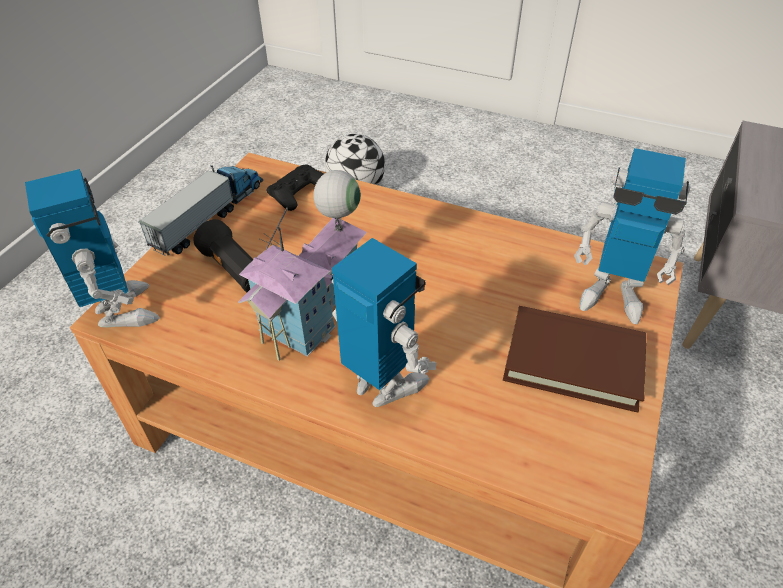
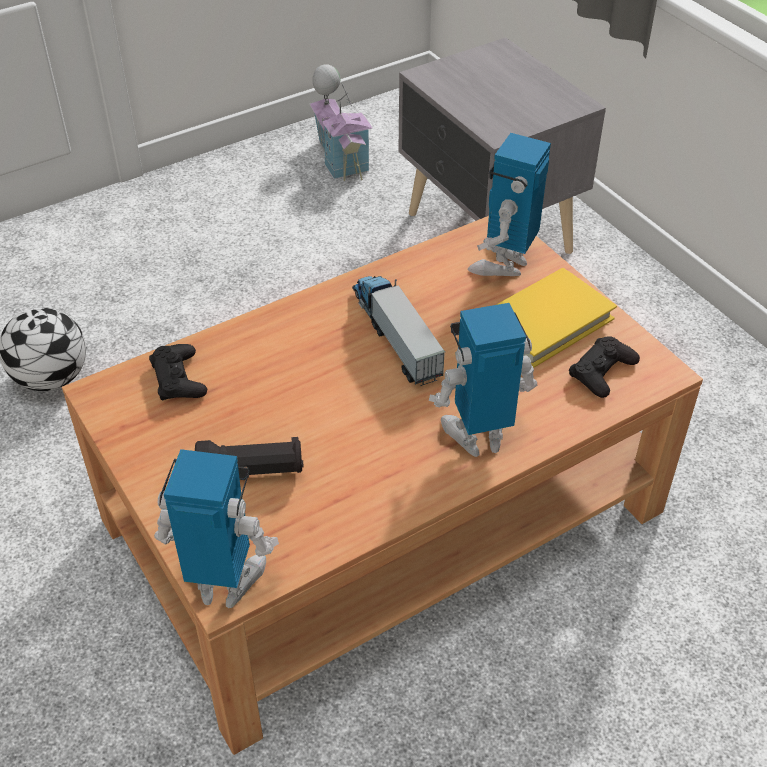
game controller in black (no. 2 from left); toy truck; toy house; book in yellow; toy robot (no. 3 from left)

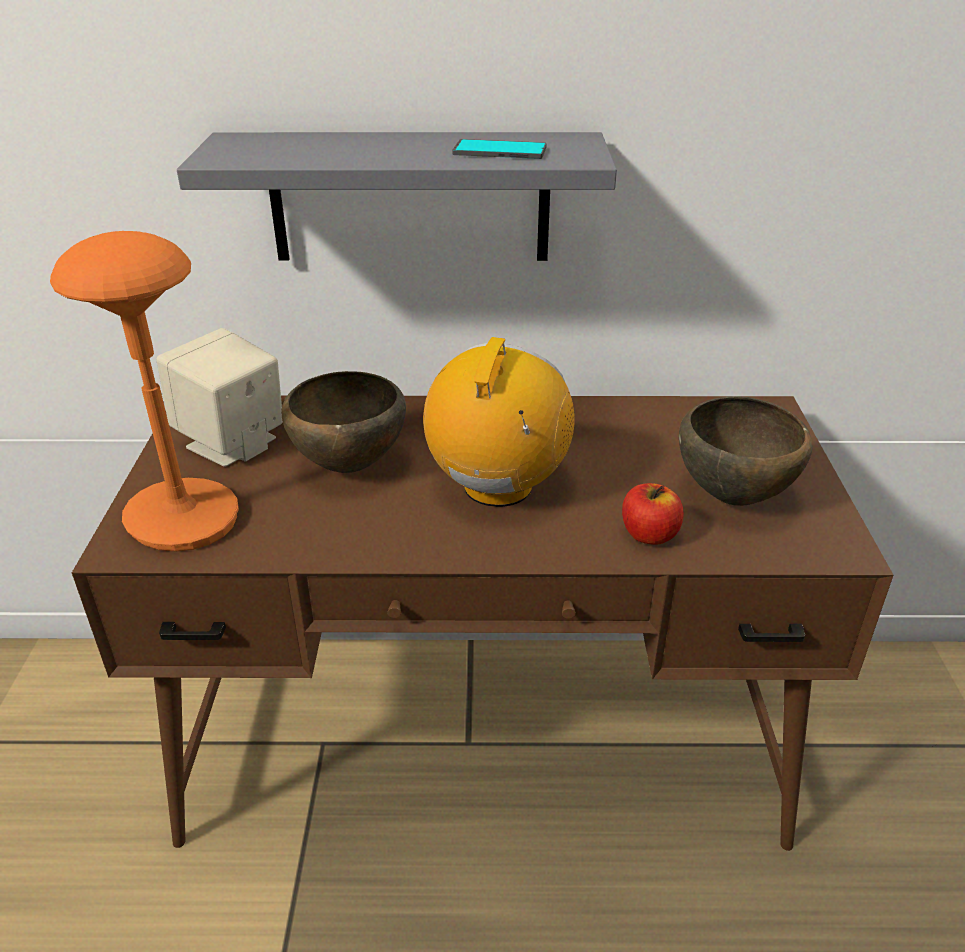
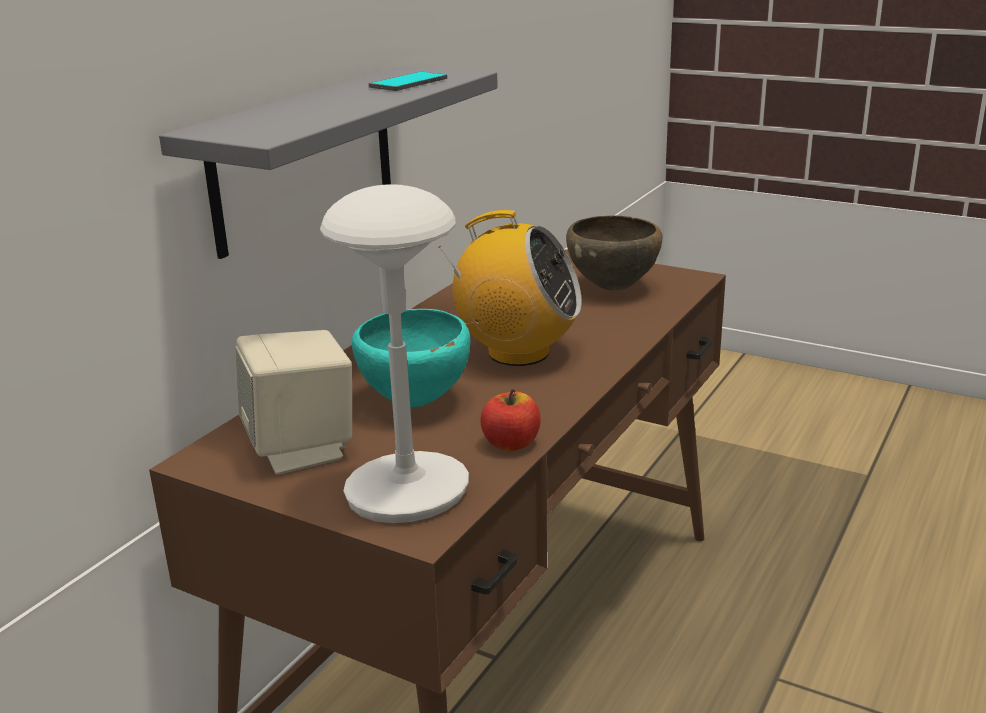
apple; table lamp in white; bowl in turquoise; radio

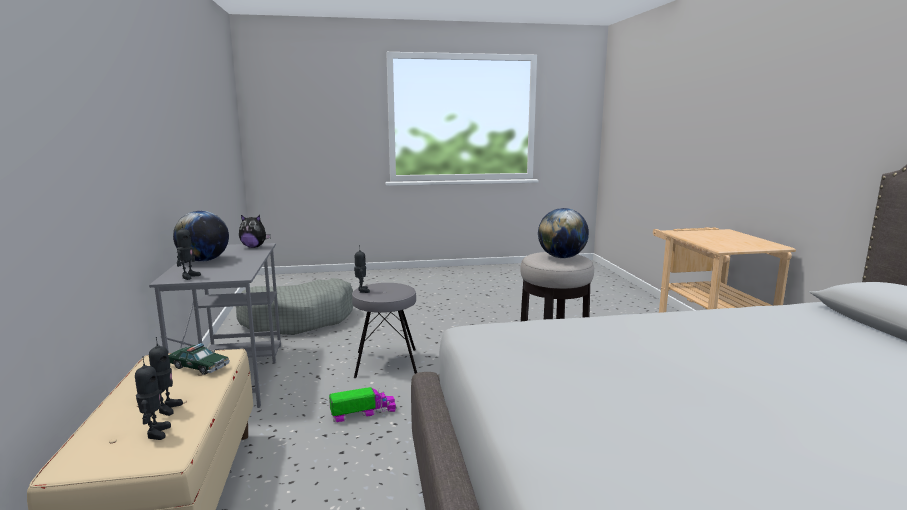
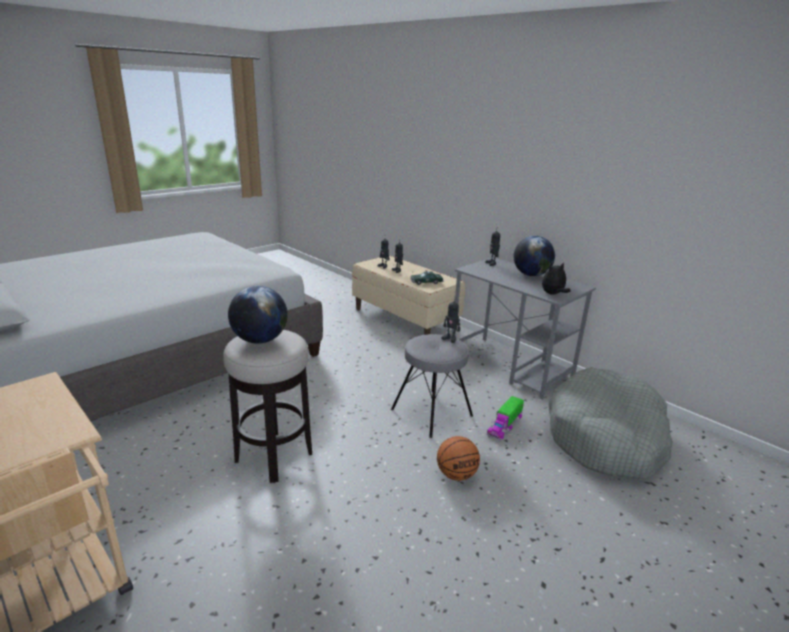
basketball; toy truck

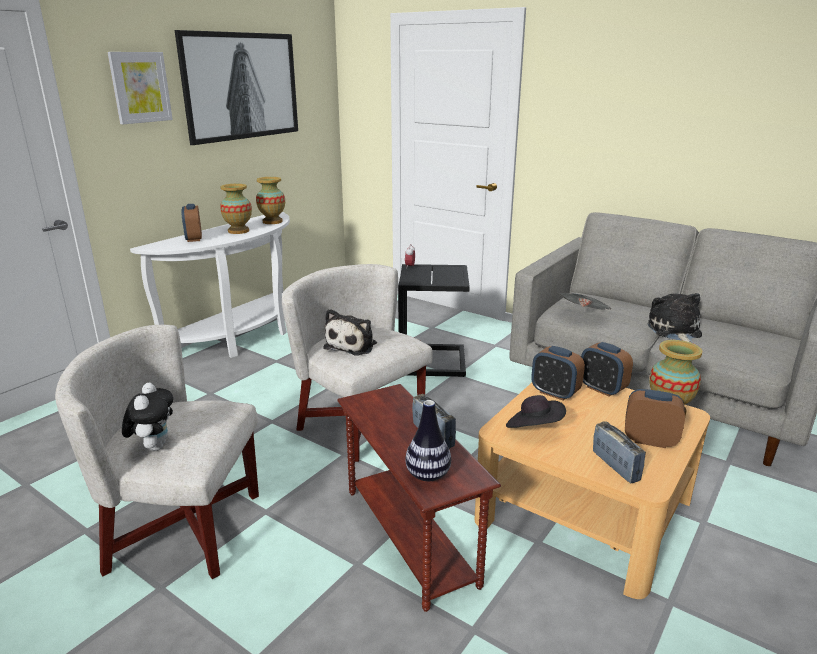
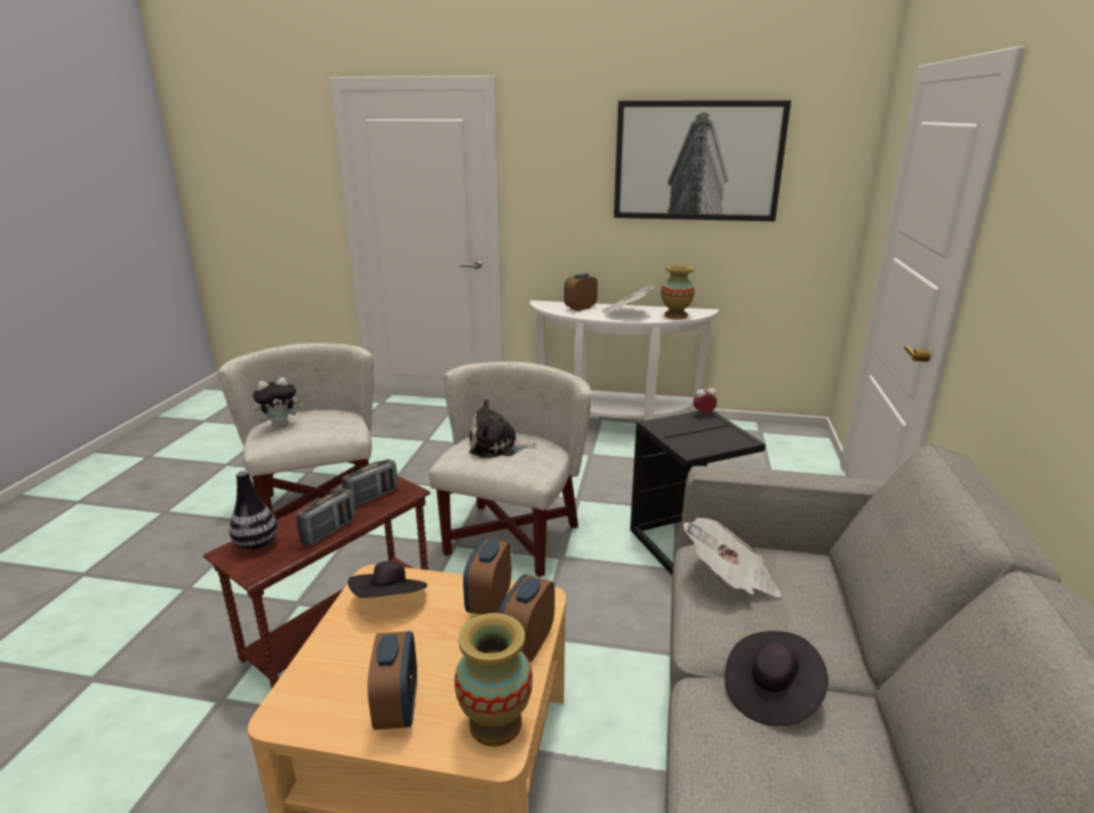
picture (no. 1 from left in the first image); radio (no. 2 from left); newspaper (no. 1 from left); hat in black (no. 2 from left)

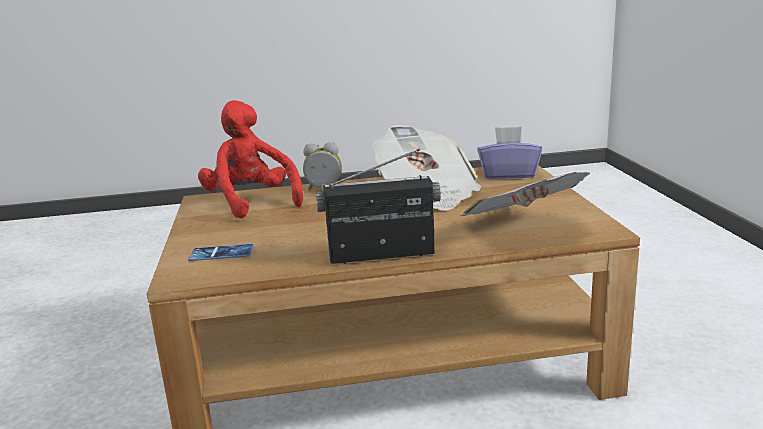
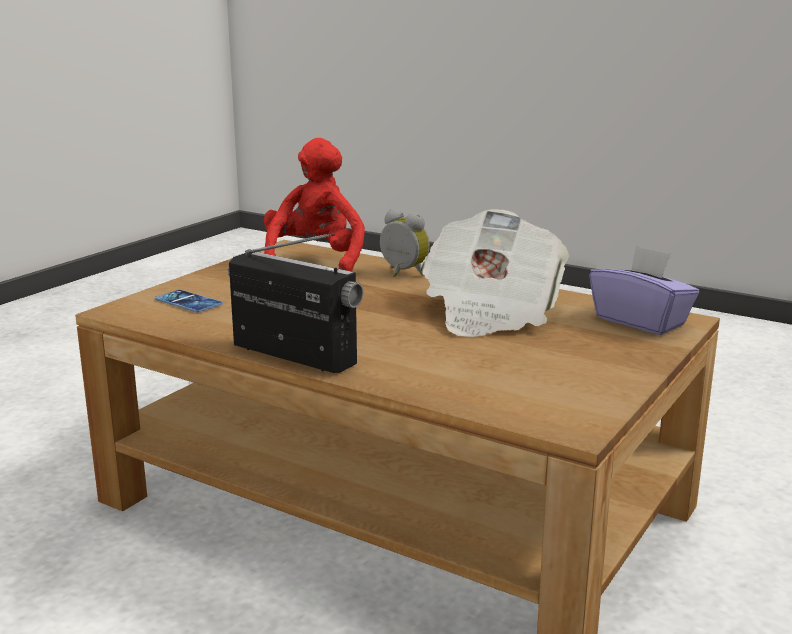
newspaper (no. 2 from left in the first image)

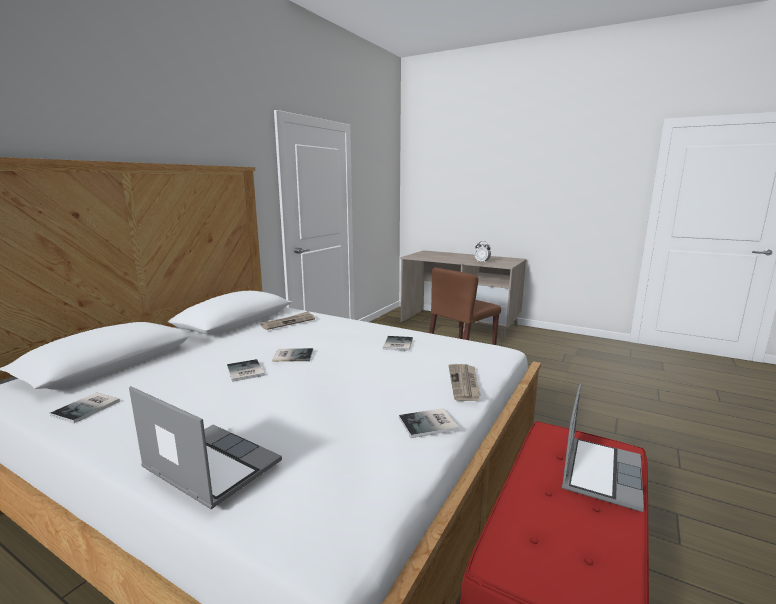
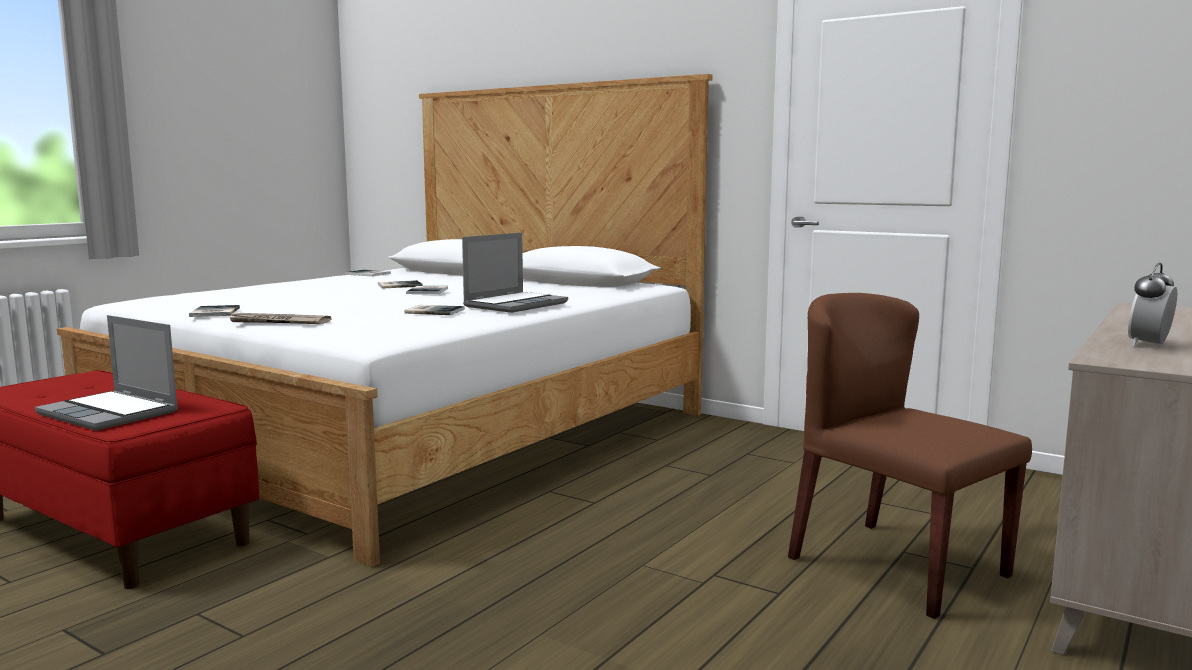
newspaper (no. 1 from left in the first image); laptop (no. 2 from left)

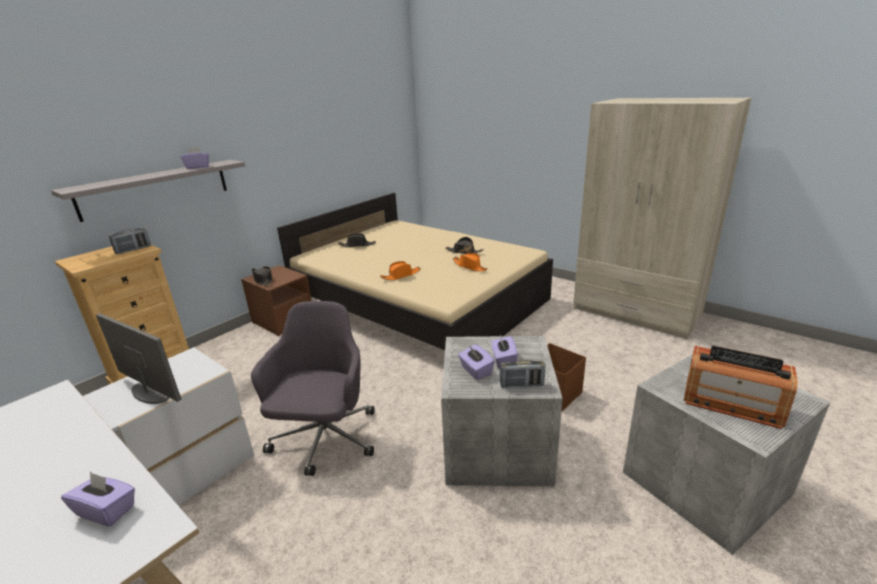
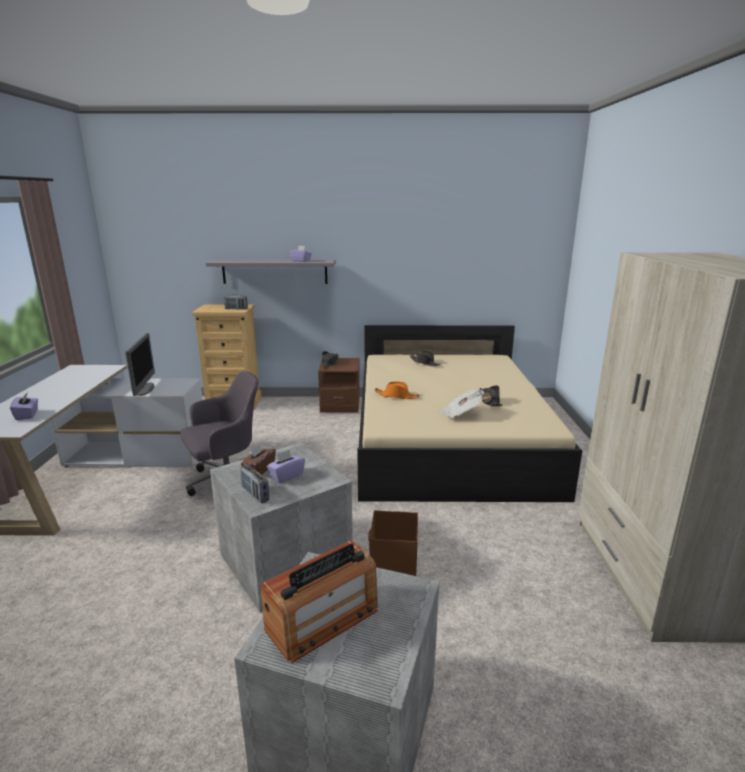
newspaper; tissue box in brown; radio (no. 3 from left)

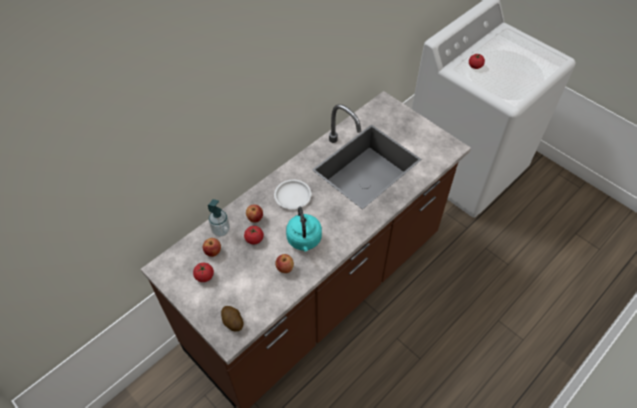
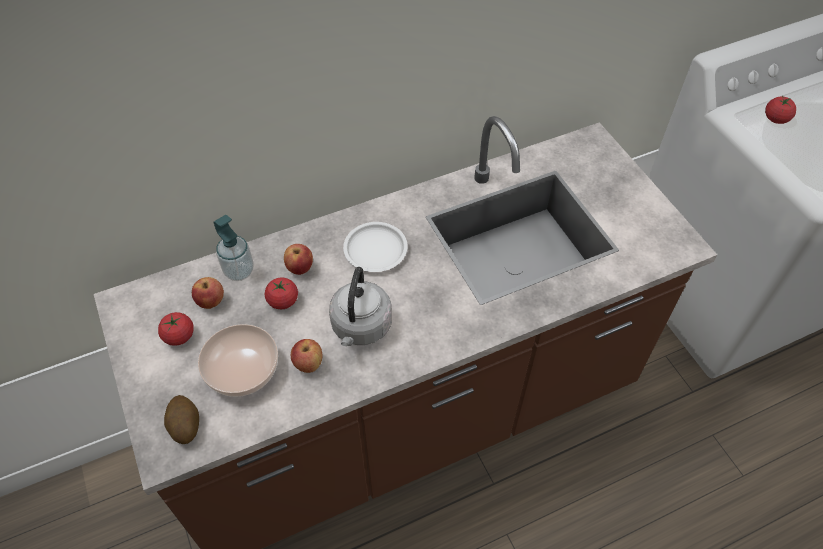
bowl; kettle in grey

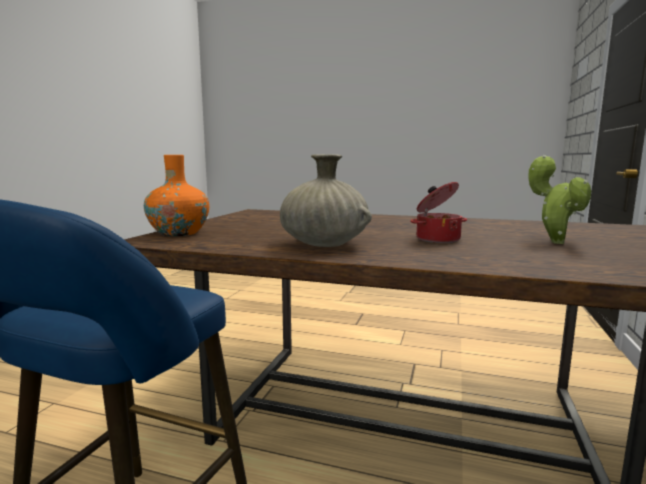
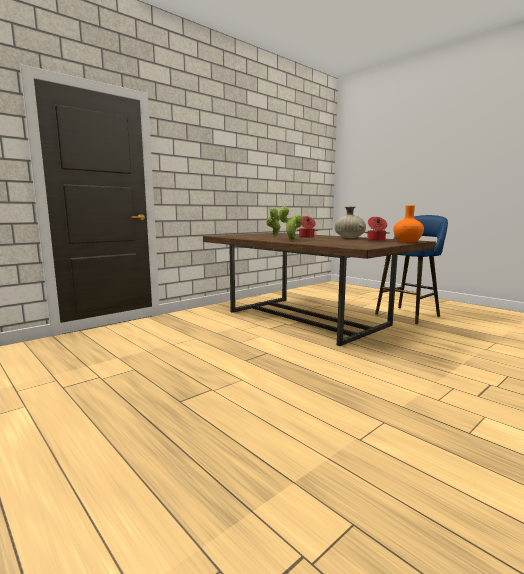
potted plant (no. 2 from left); cooking pot (no. 2 from left)

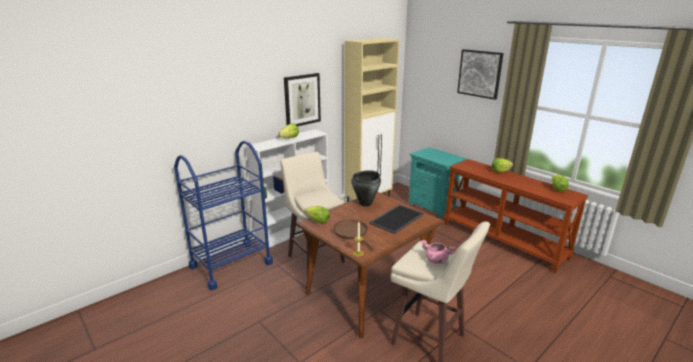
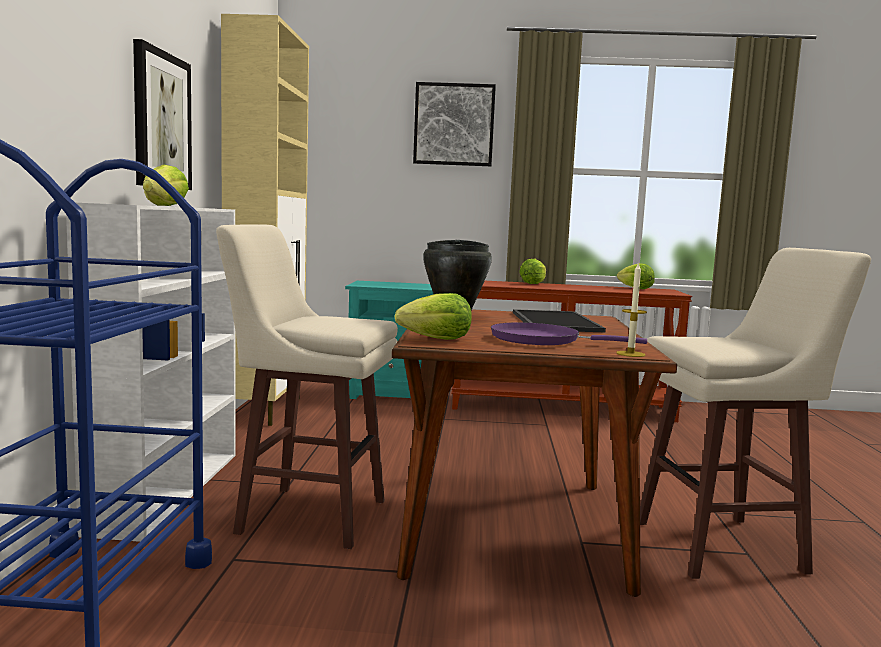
cooking pot in pink; frying pan in purple

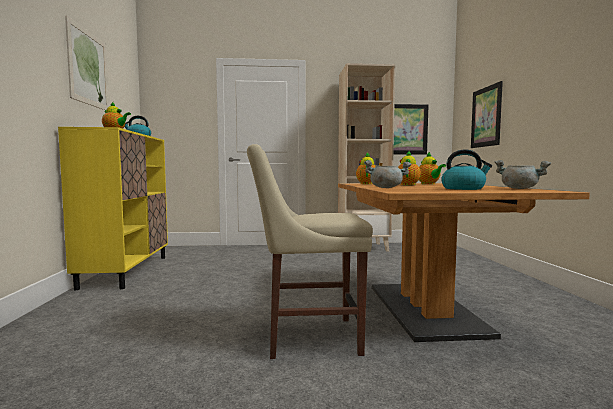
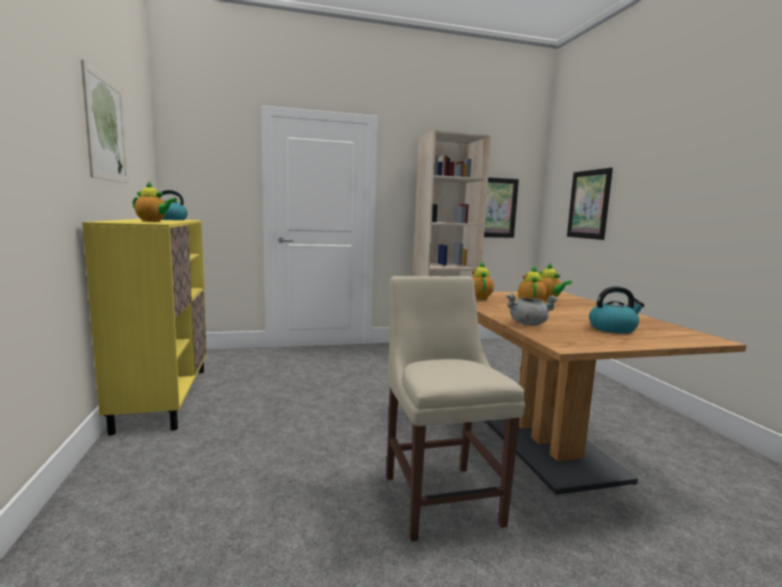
cooking pot in grey (no. 2 from left in the first image); chair in beige

